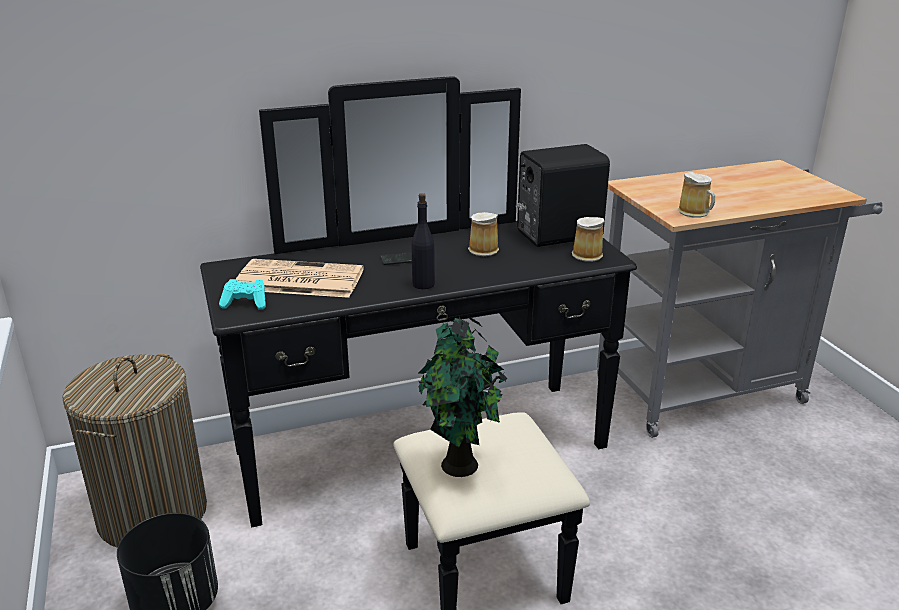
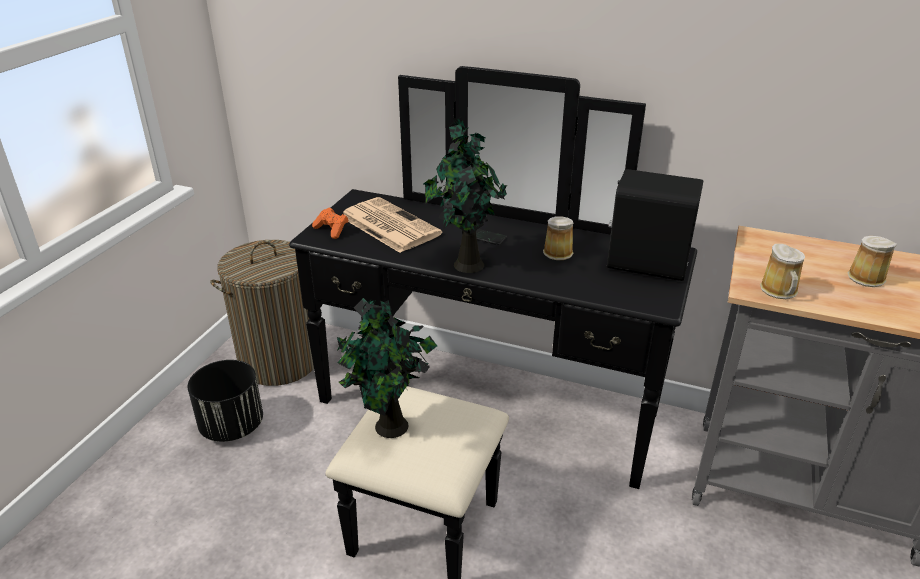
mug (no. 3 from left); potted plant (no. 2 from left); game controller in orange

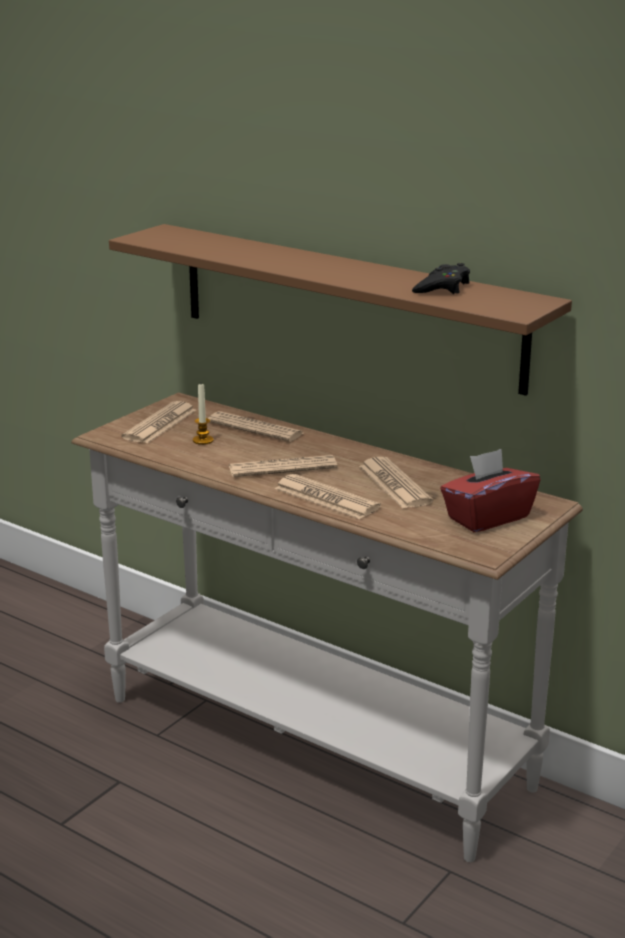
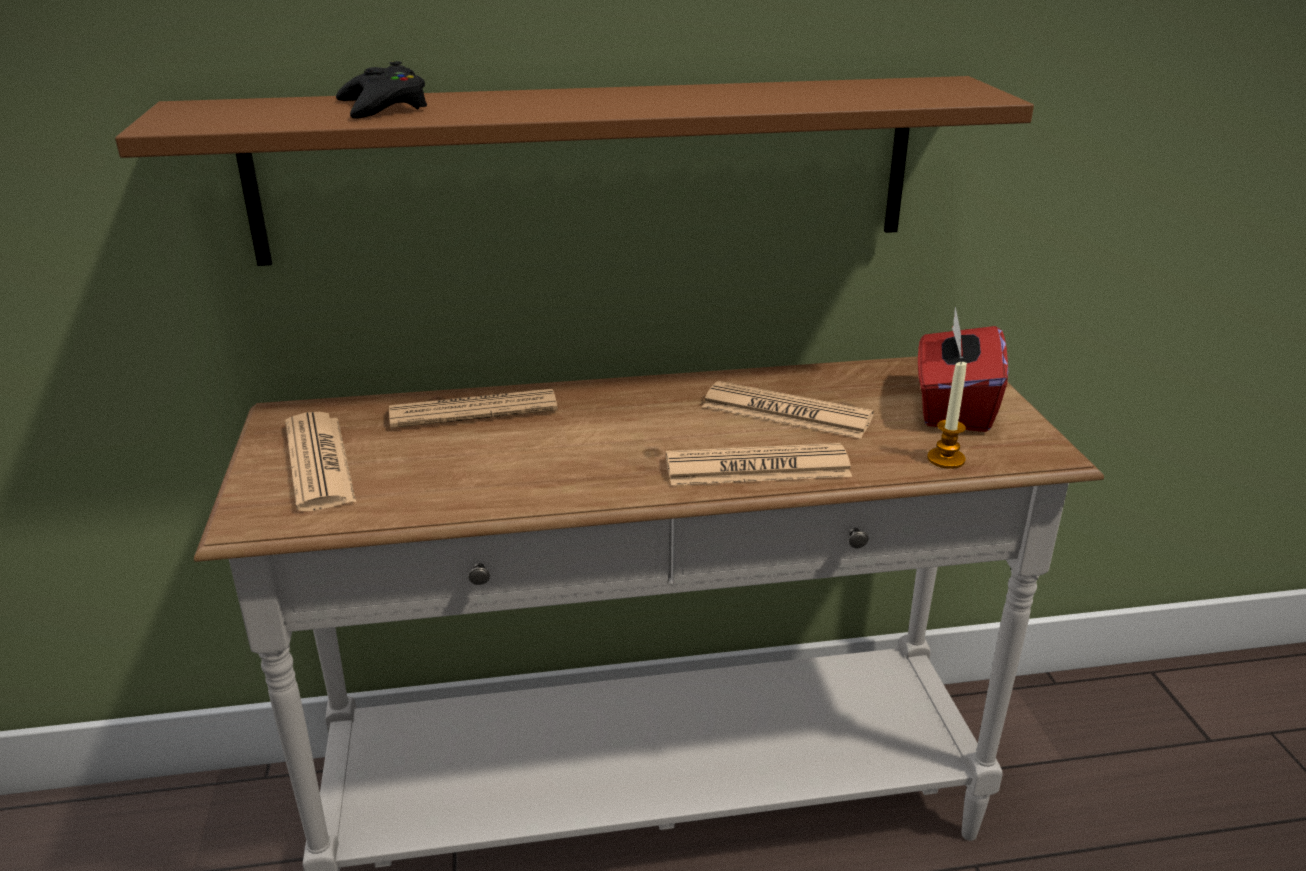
newspaper (no. 3 from left in the first image); candle; game controller in black

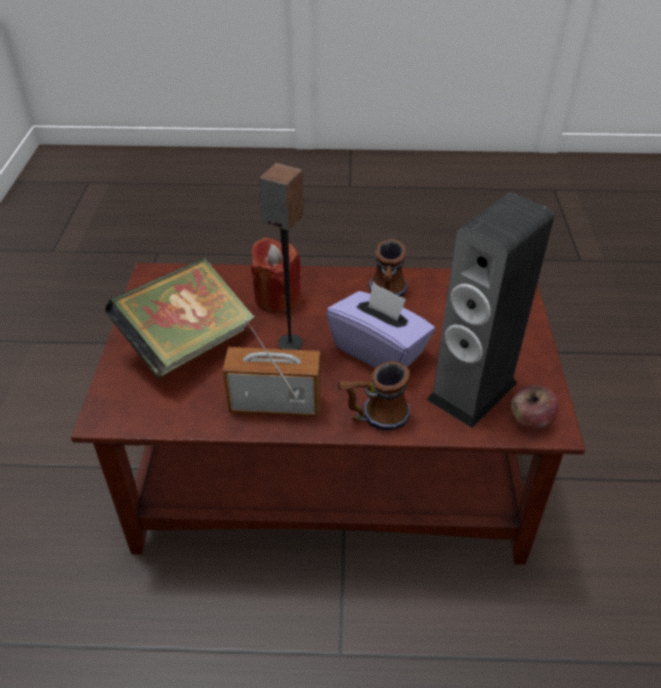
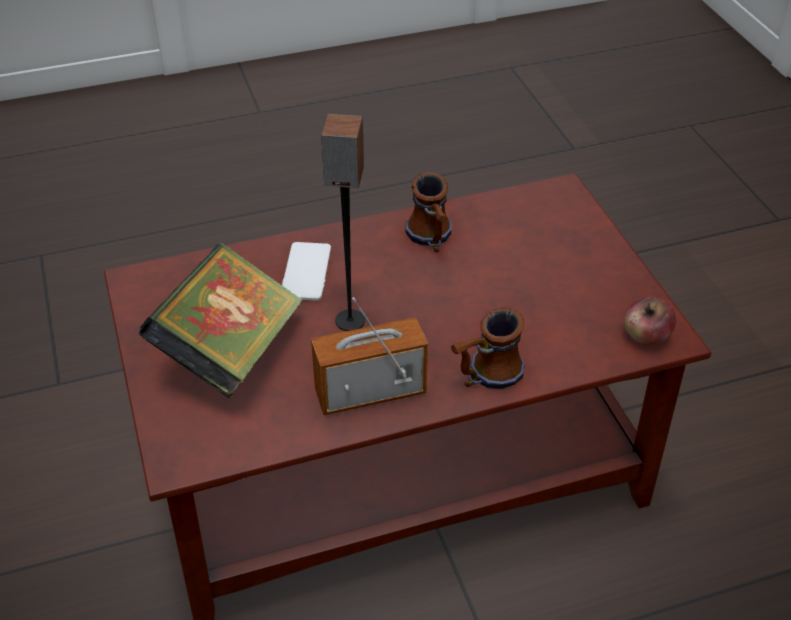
tissue box in purple; speaker (no. 2 from left in the first image); phone

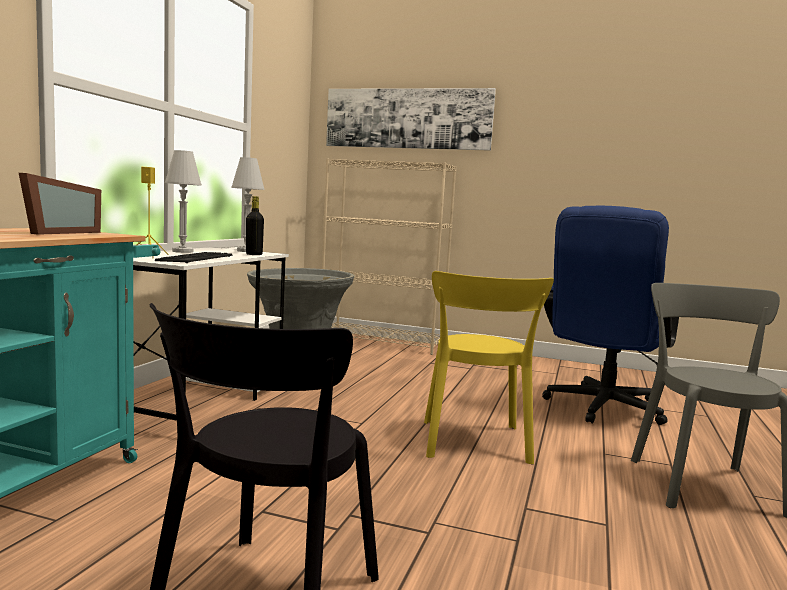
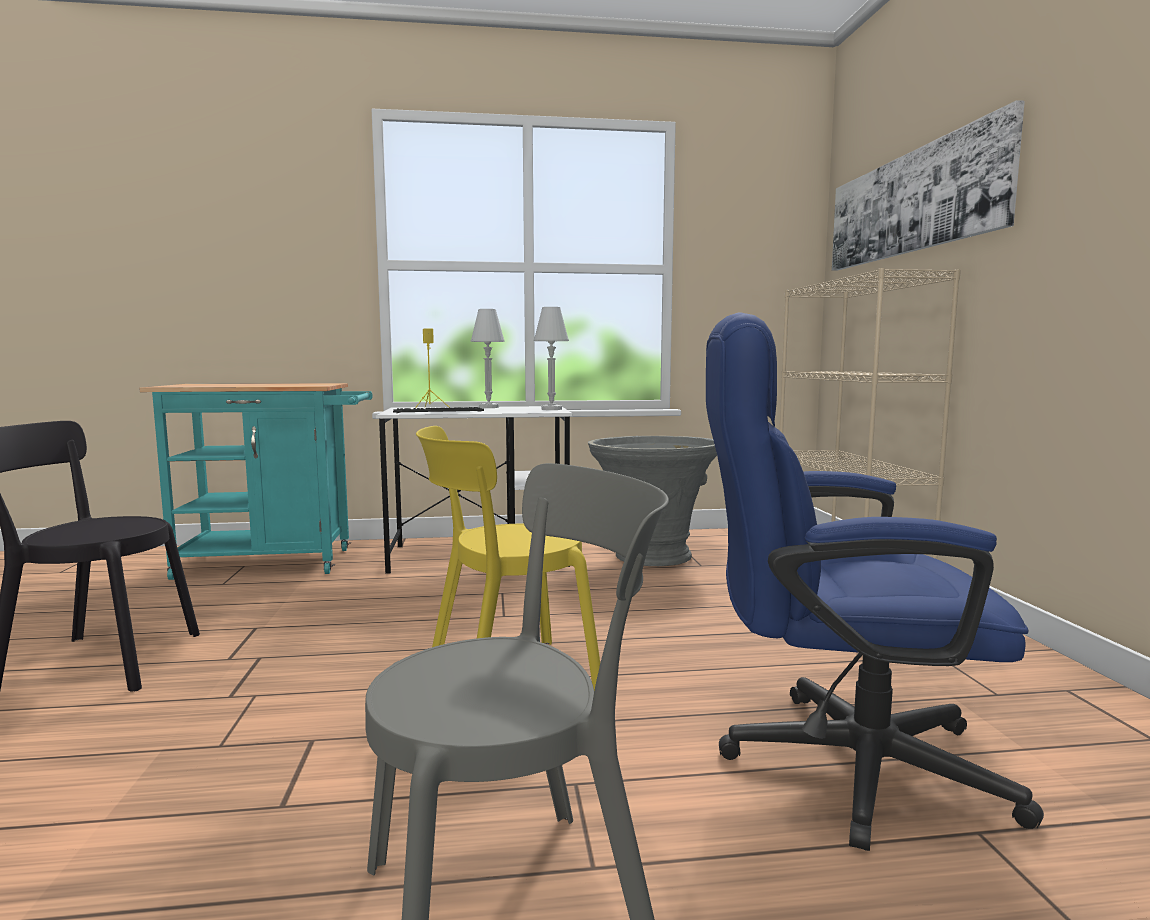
picture frame; bottle in black

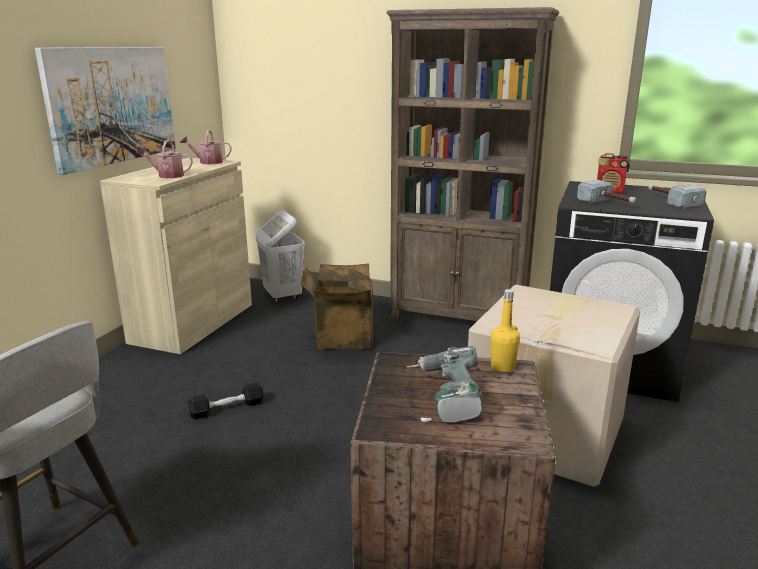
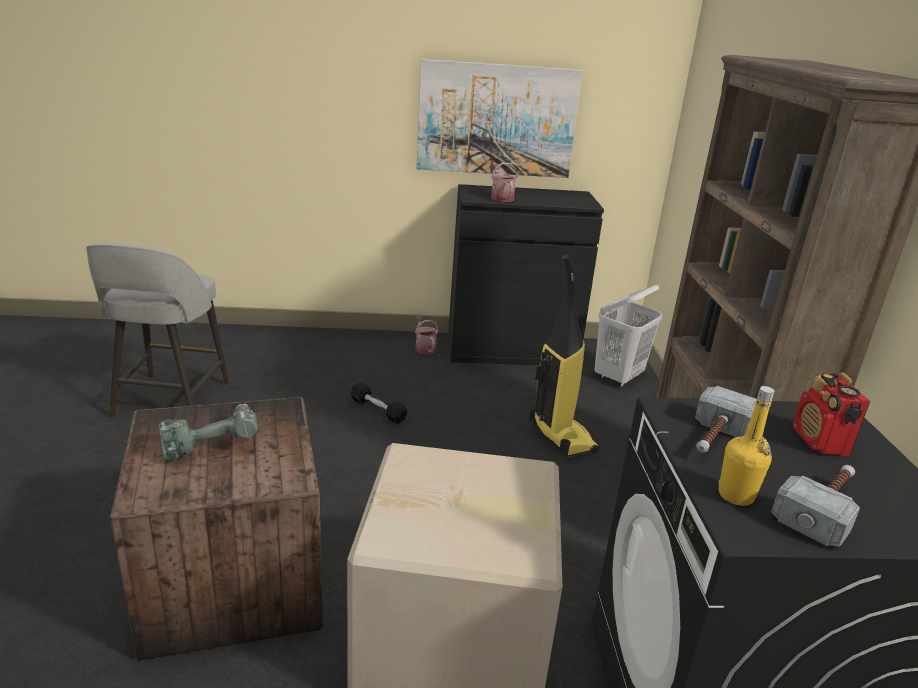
watering can (no. 1 from left); bottle in yellow; vacuum cleaner; cabinet in black

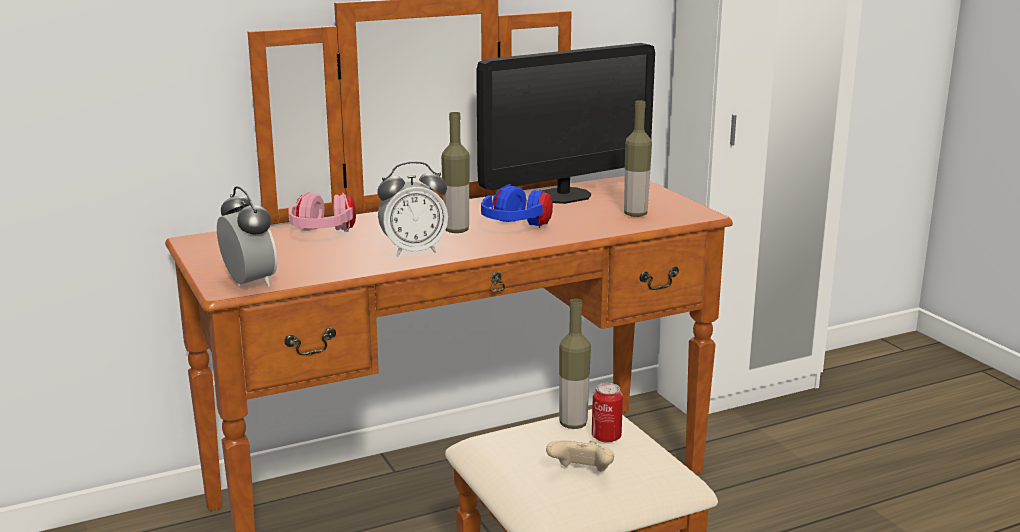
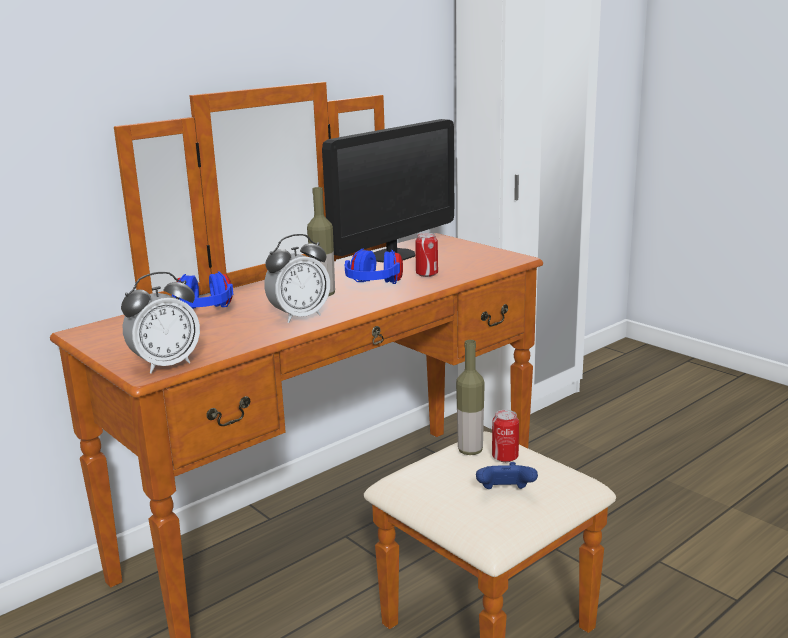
bottle (no. 3 from left in the first image); can (no. 1 from left); headphones in blue (no. 1 from left); game controller in blue; alarm clock (no. 1 from left)

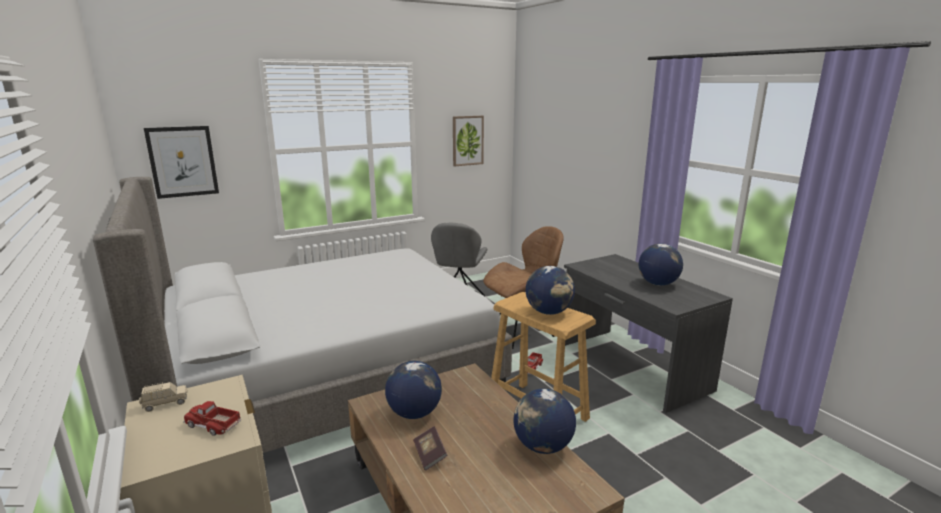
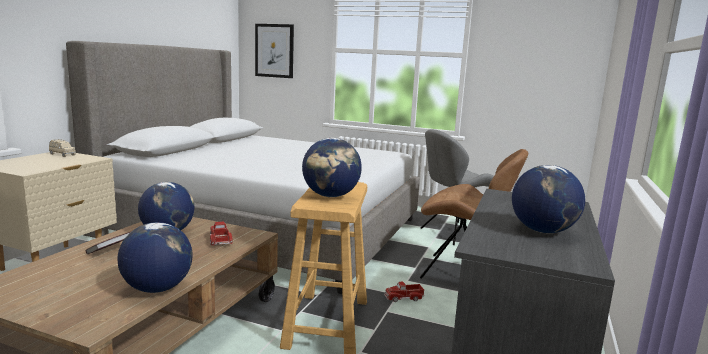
picture (no. 2 from left in the first image); toy truck (no. 1 from left)

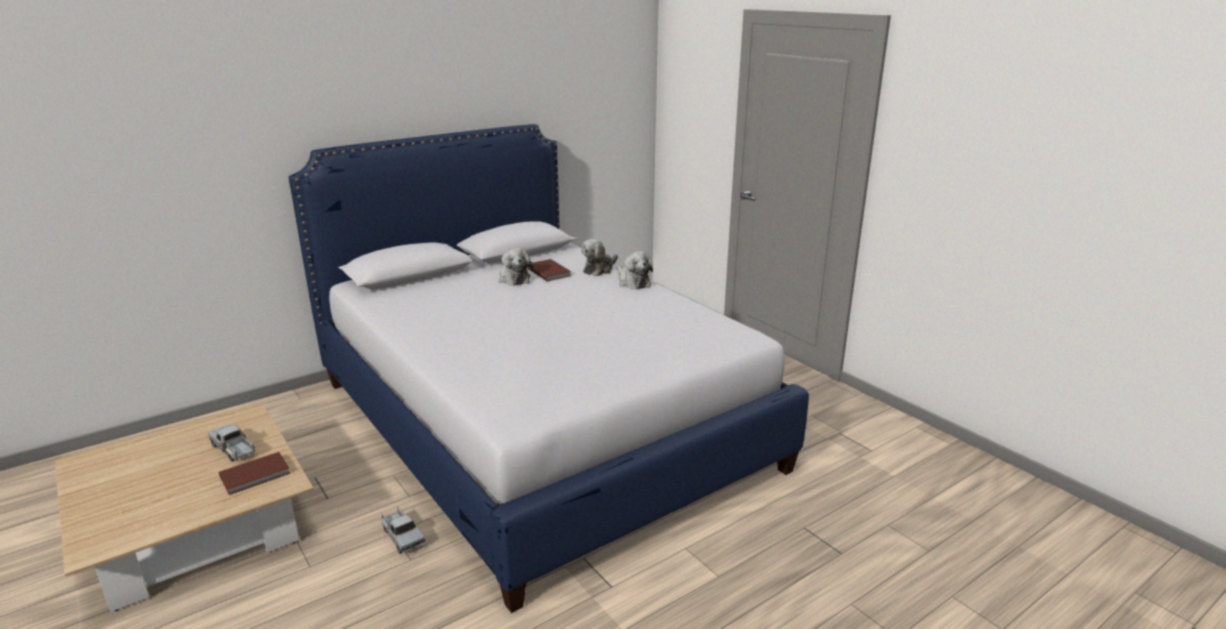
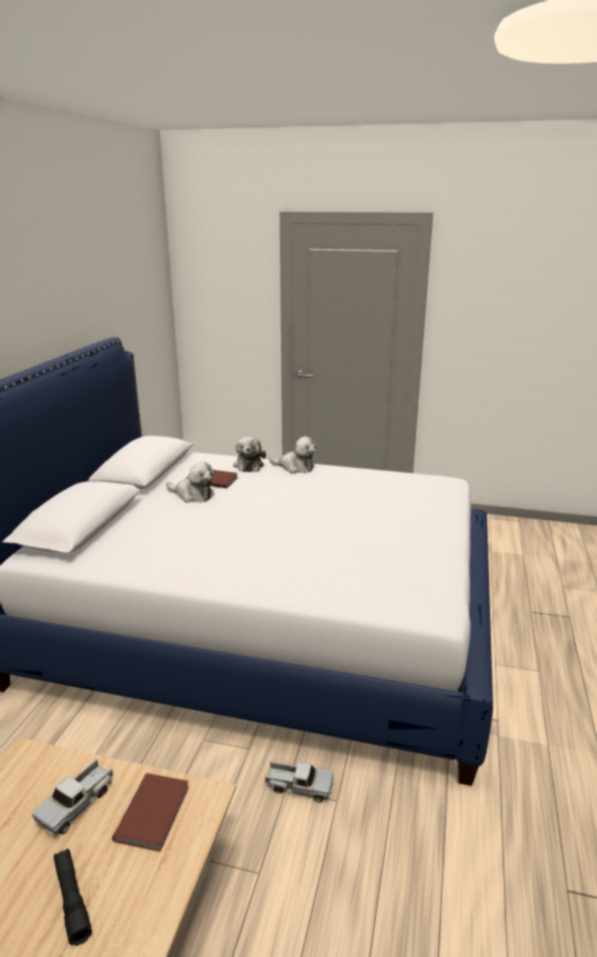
flashlight in black; toy truck (no. 1 from left)

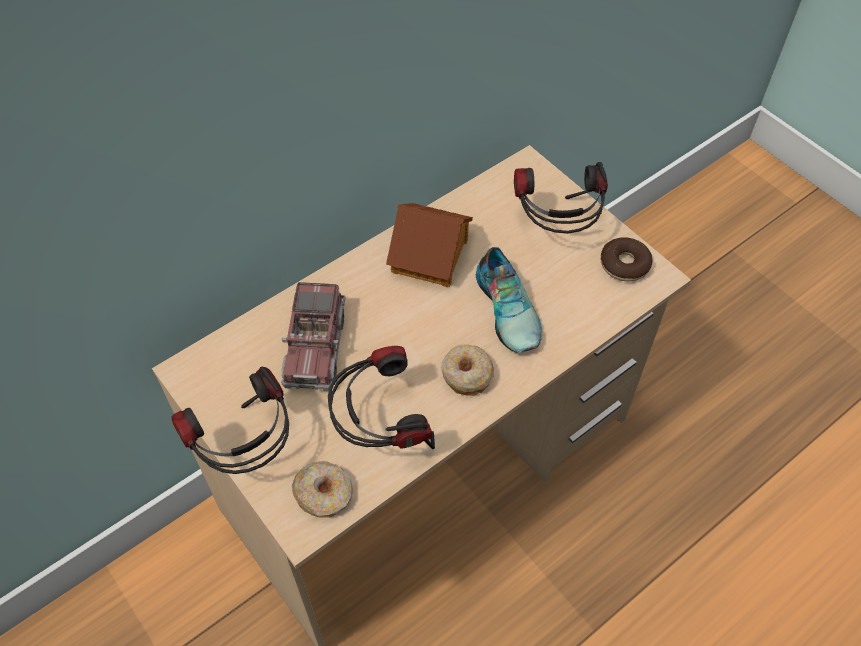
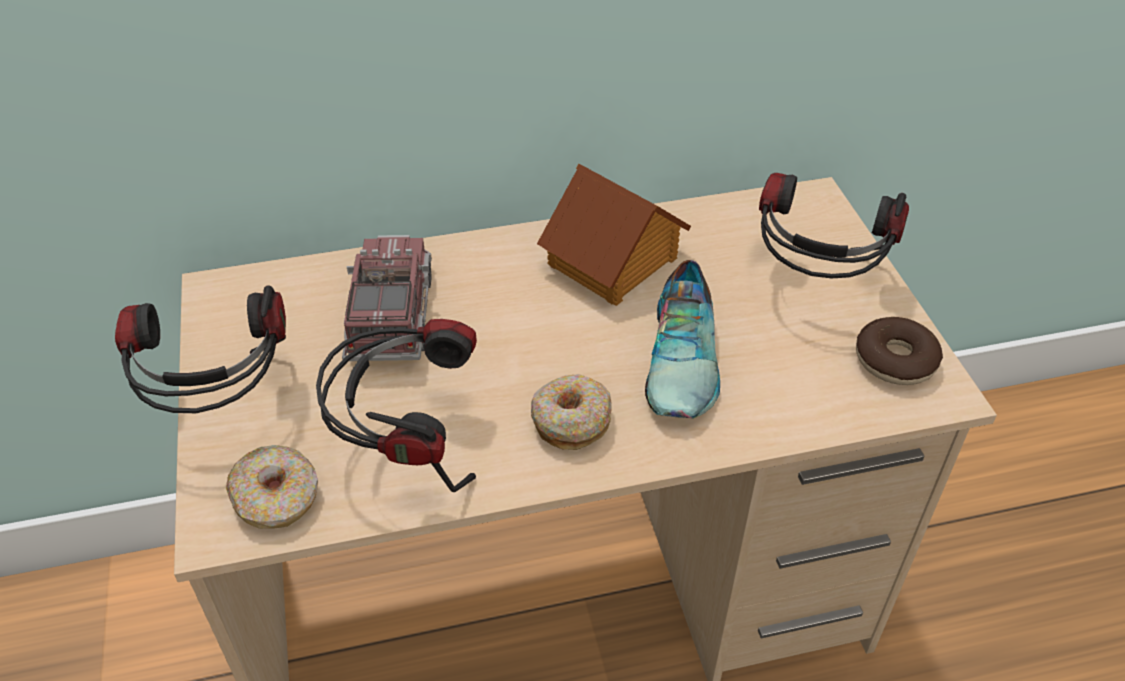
toy truck

